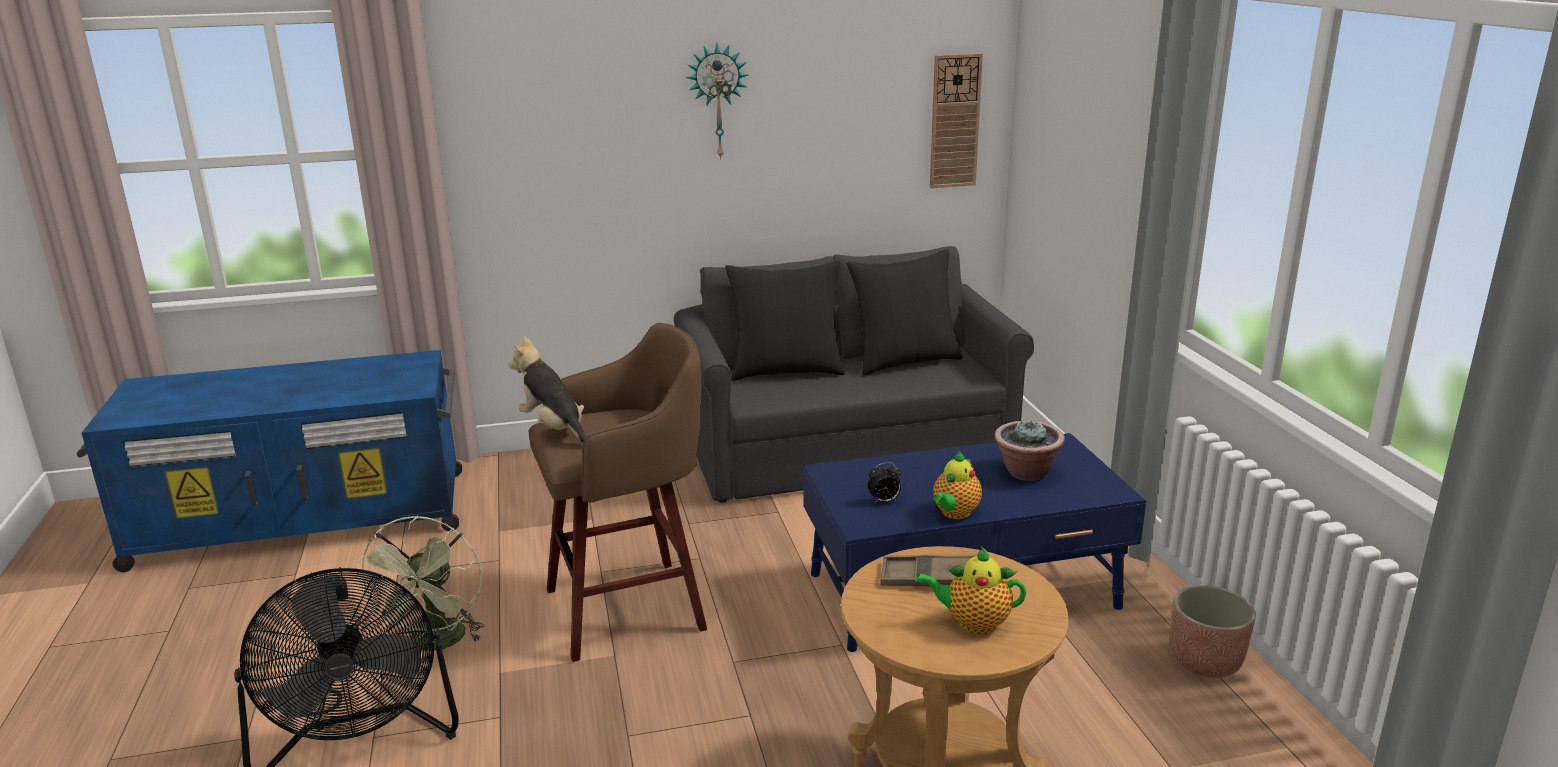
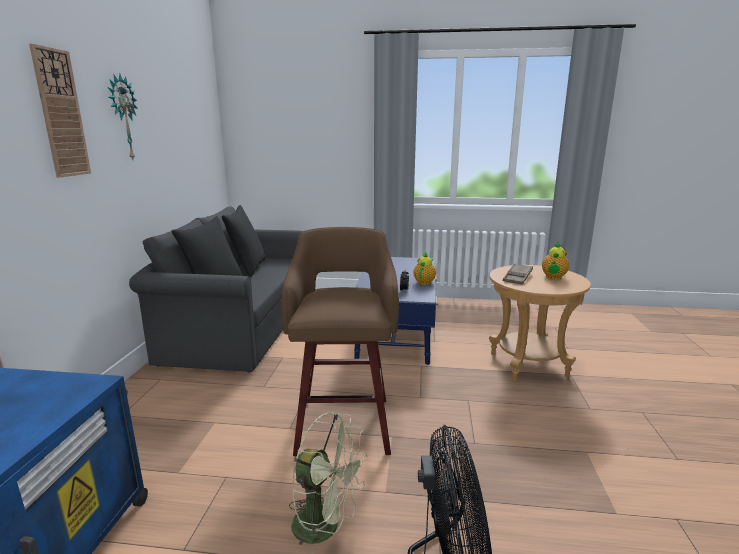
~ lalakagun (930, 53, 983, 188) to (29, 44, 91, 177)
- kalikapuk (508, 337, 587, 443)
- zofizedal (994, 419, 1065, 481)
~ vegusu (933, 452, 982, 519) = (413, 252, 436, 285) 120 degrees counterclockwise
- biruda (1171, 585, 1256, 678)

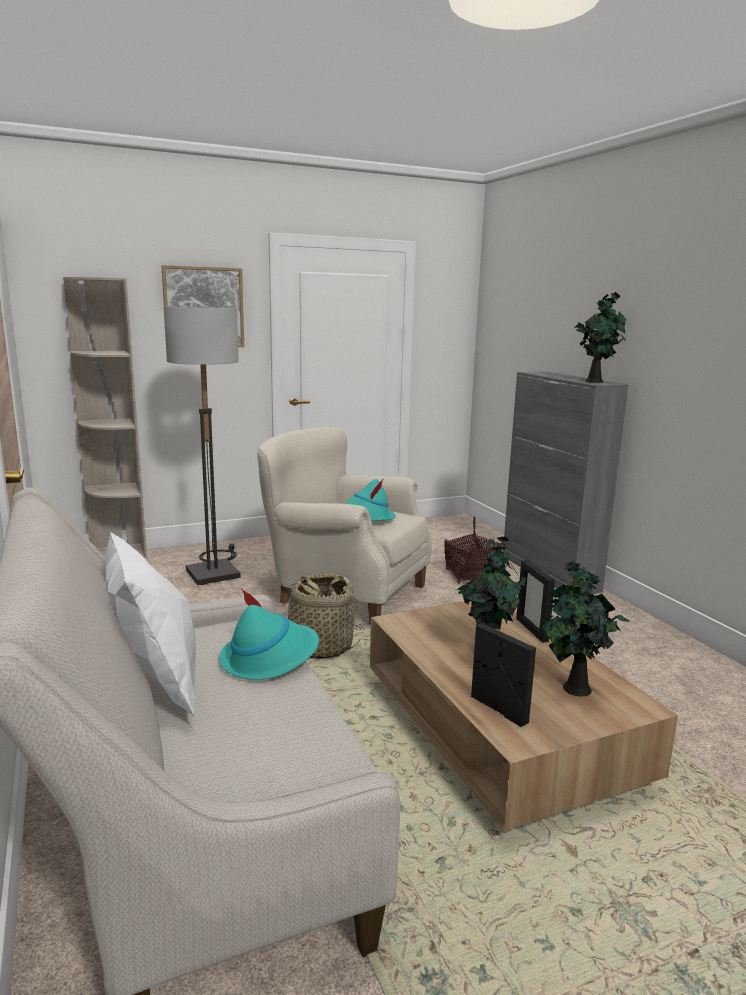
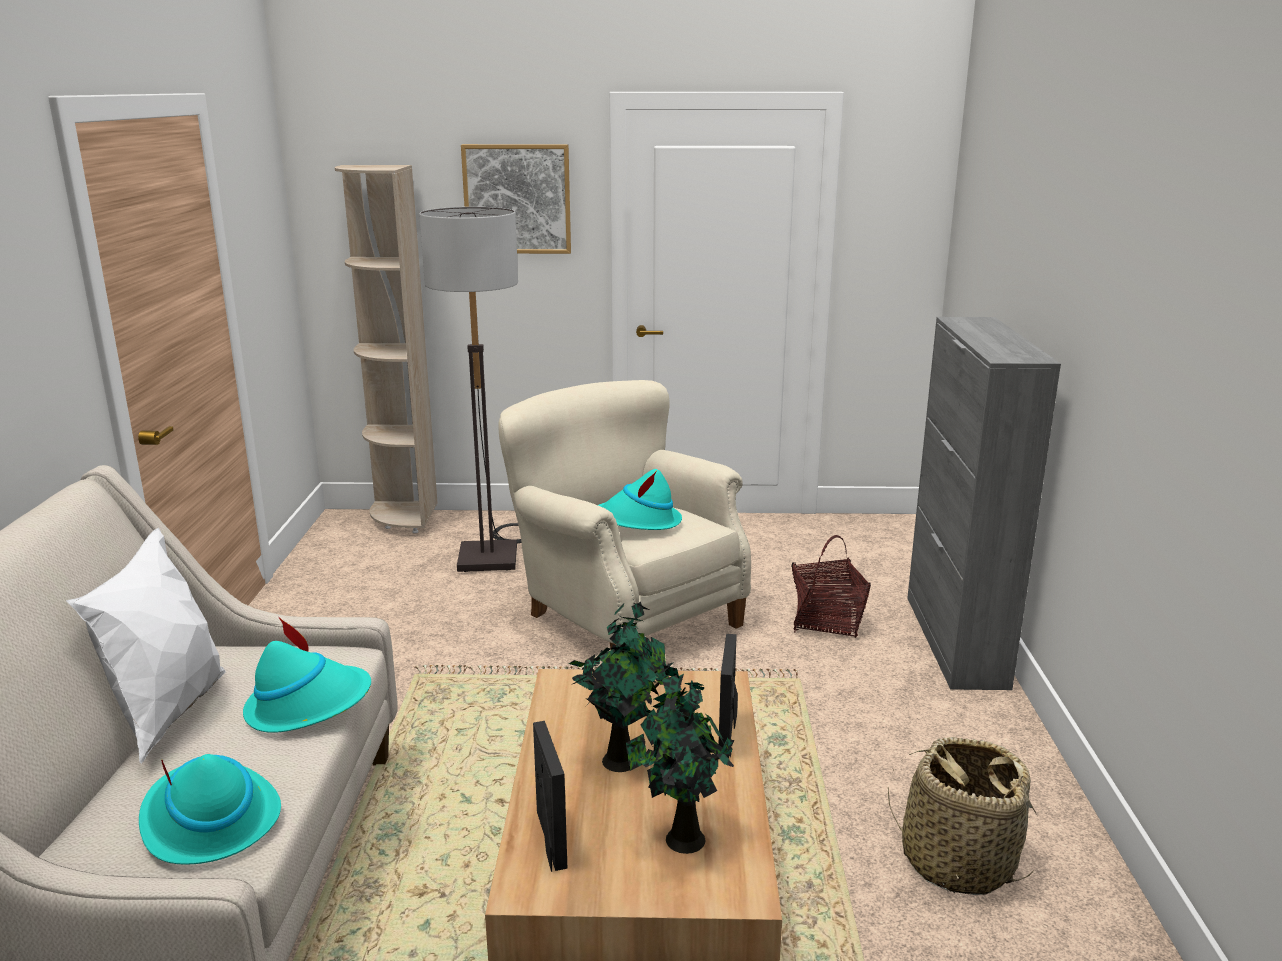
- zofizedal (575, 292, 626, 383)
~ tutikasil (277, 574, 361, 659) to (888, 737, 1037, 895)
+ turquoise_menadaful (139, 754, 281, 865)

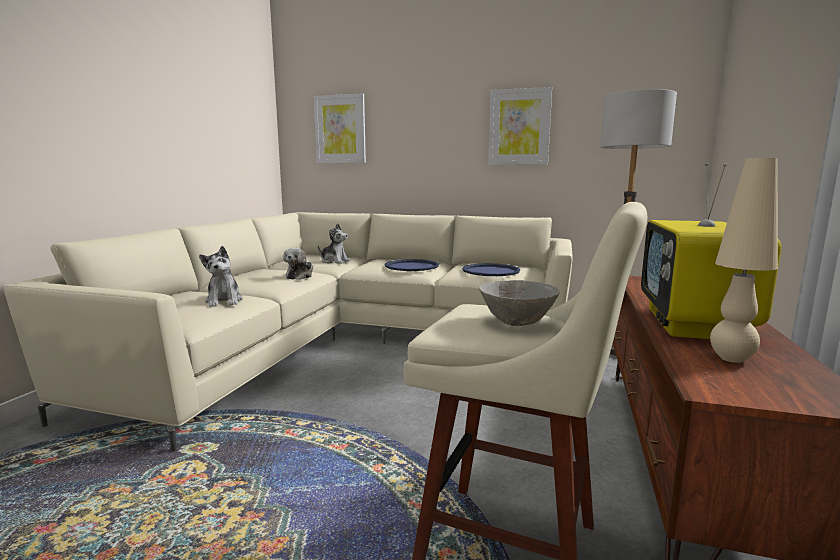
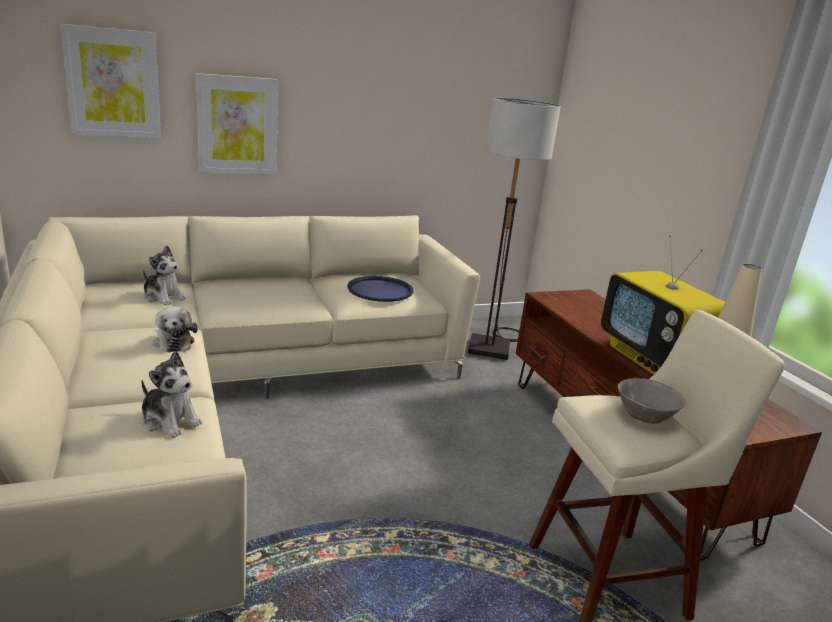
~ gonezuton (488, 87, 552, 165) to (196, 73, 278, 174)
~ kalikapuk (318, 223, 351, 264) = (143, 246, 186, 306) 45 degrees clockwise
- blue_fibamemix (385, 259, 439, 271)

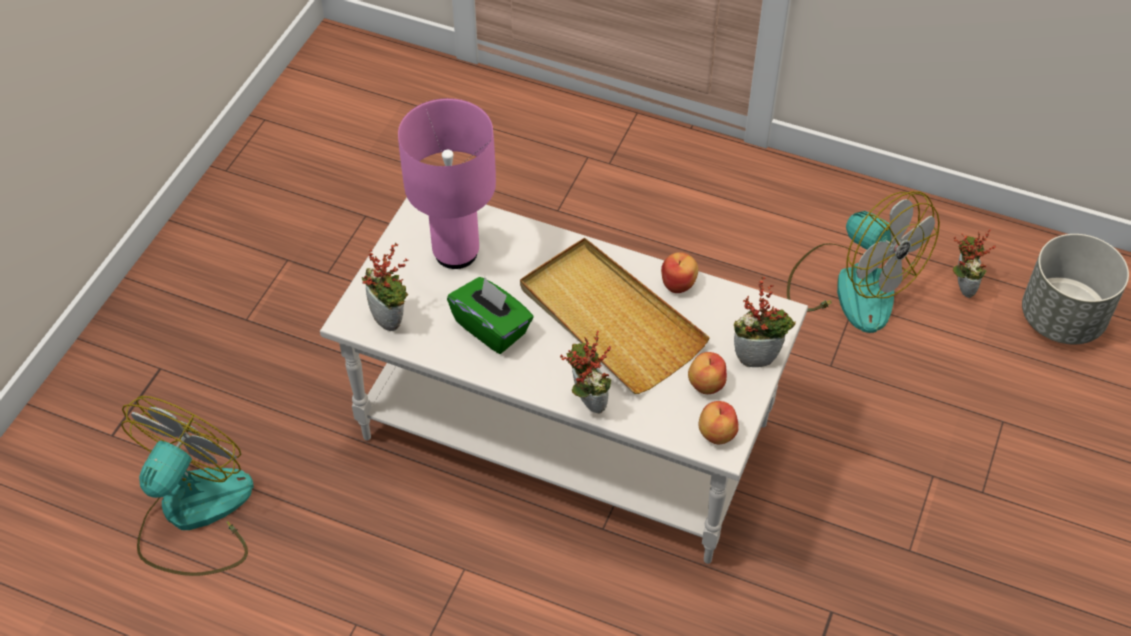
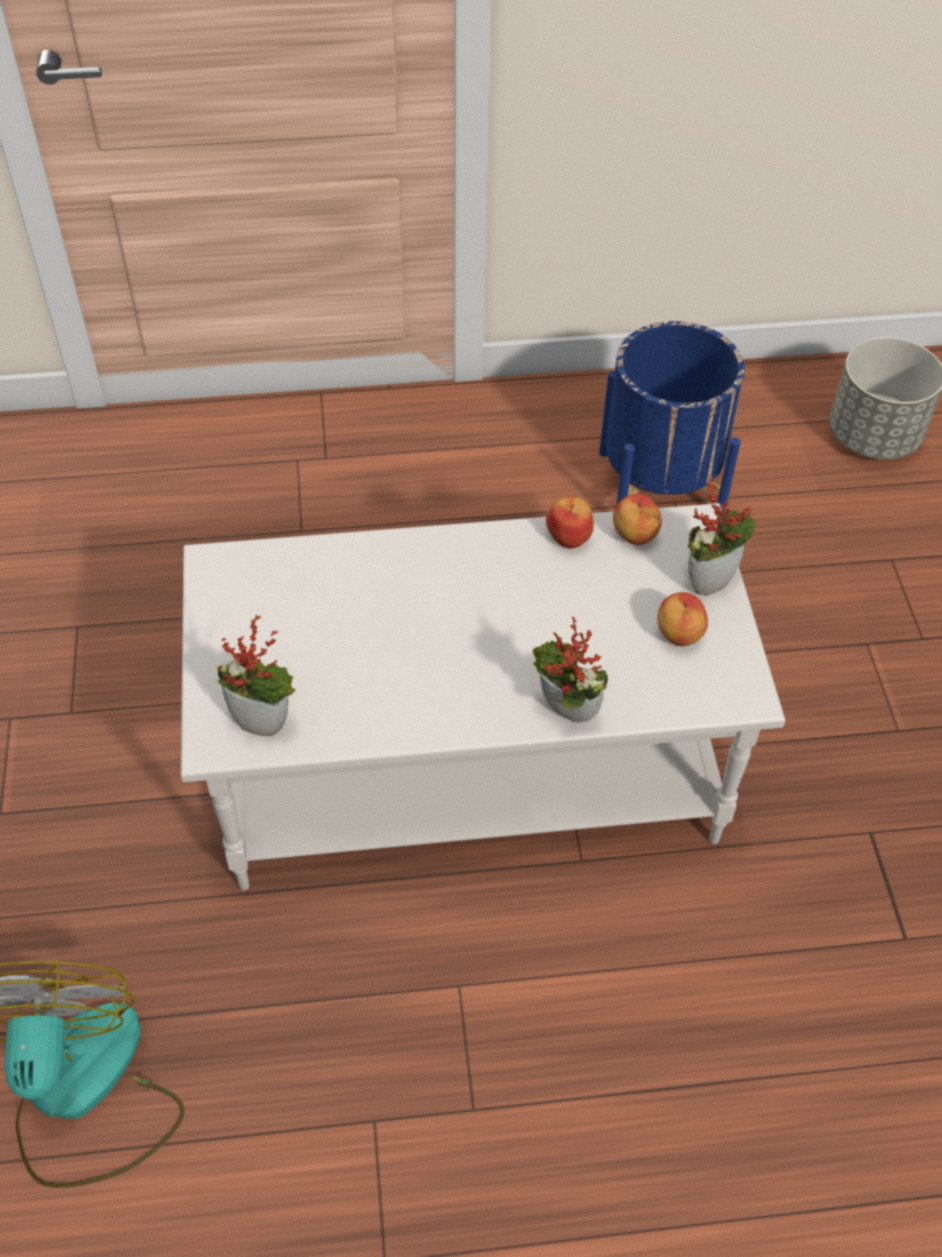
- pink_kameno (398, 98, 496, 269)
~ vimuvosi (787, 191, 940, 333) to blue_biruda (599, 321, 745, 512)
- zofizedal (953, 229, 996, 298)
- beige_fibamemix (520, 238, 710, 394)
- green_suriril (447, 277, 534, 354)
~ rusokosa (699, 401, 739, 444) to (613, 494, 662, 545)

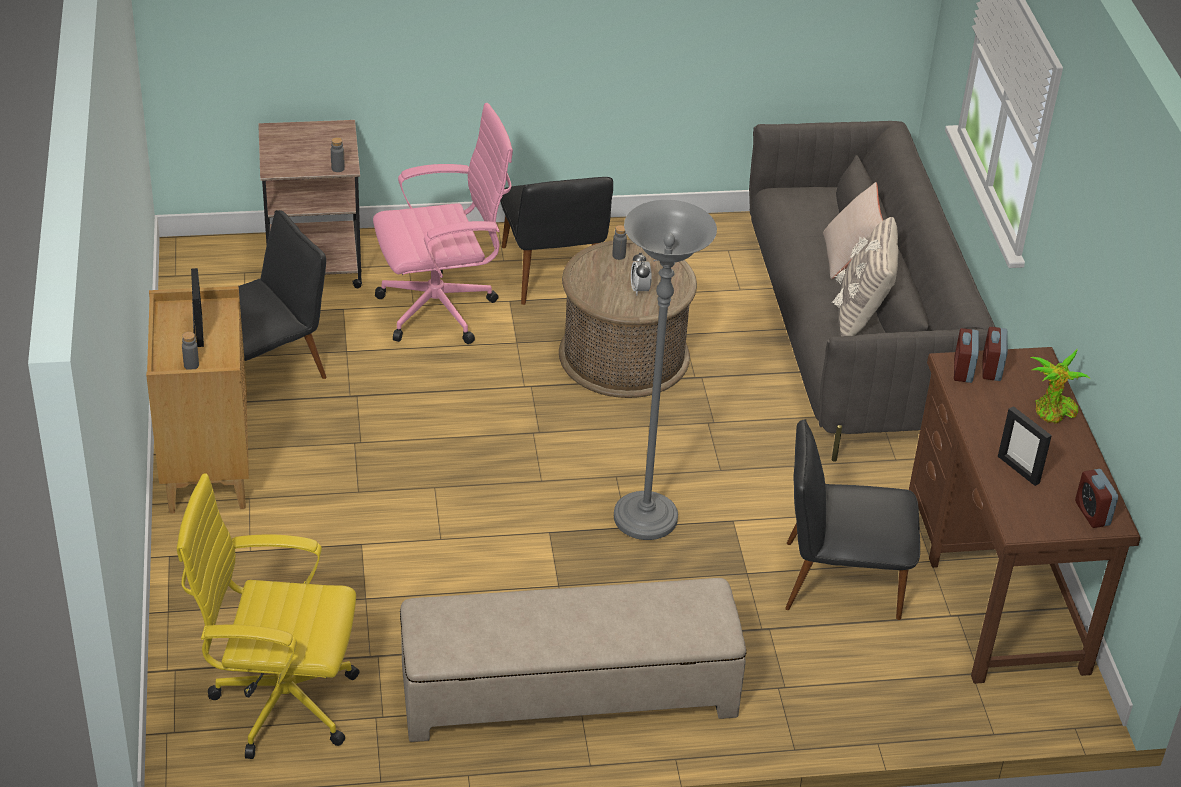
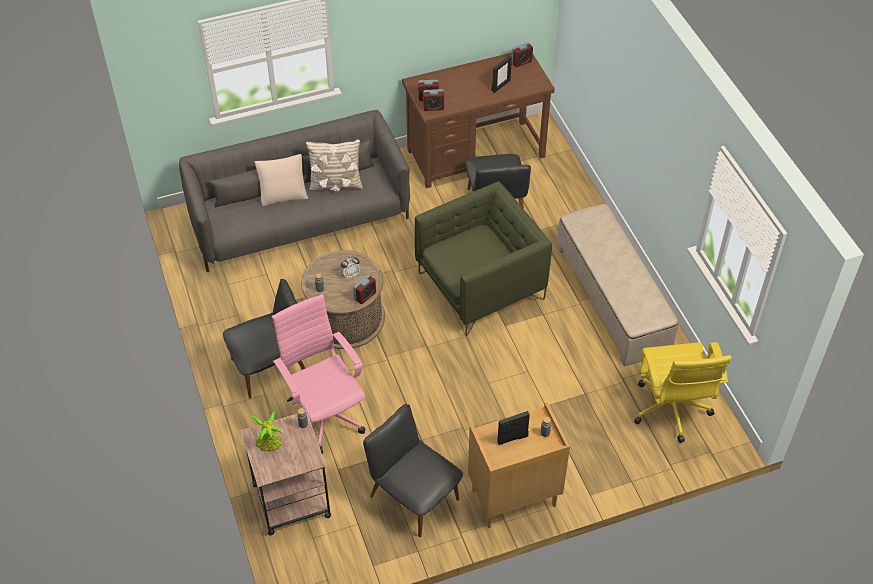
~ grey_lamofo (614, 200, 717, 540) to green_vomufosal (415, 181, 552, 336)
~ zofizedal (1030, 349, 1090, 424) to (250, 408, 282, 451)
+ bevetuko (353, 275, 376, 304)

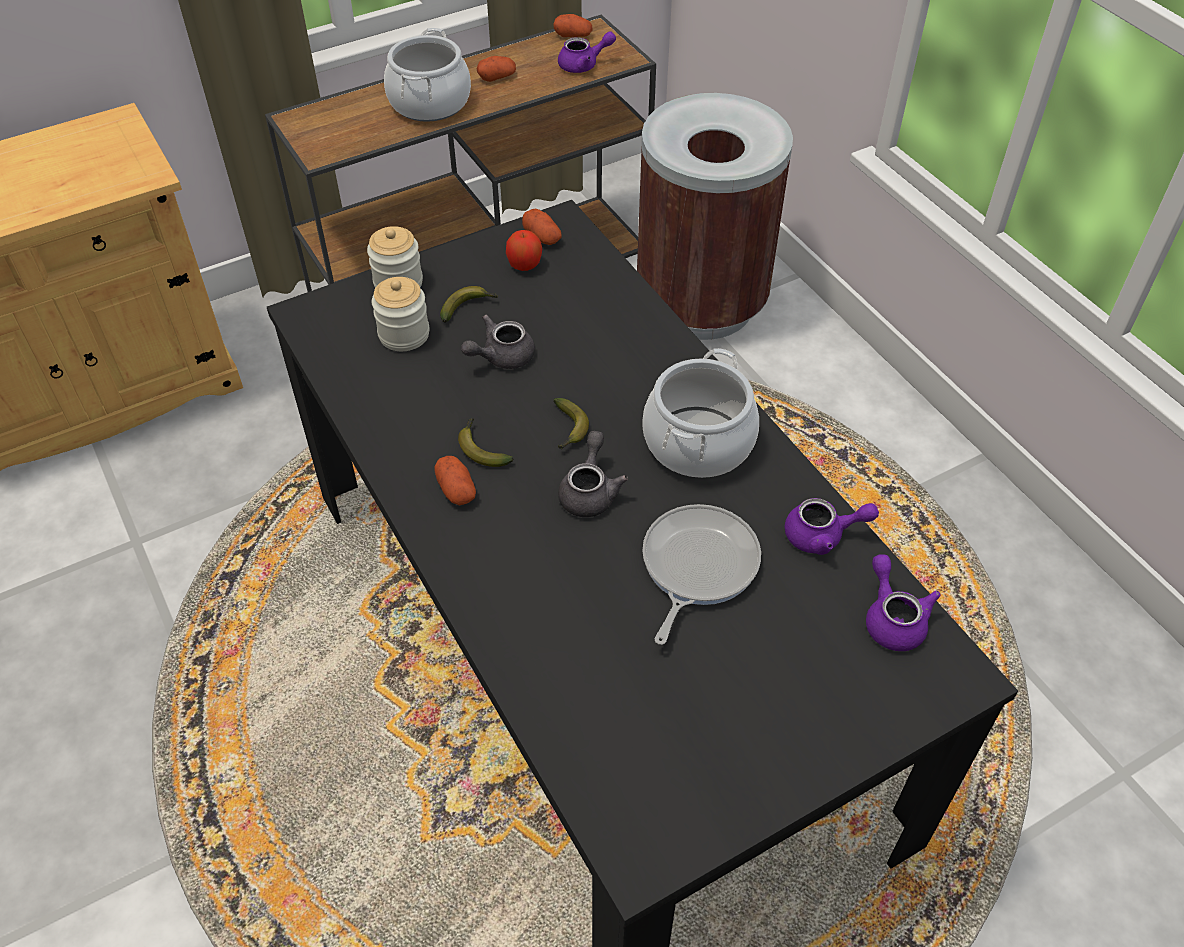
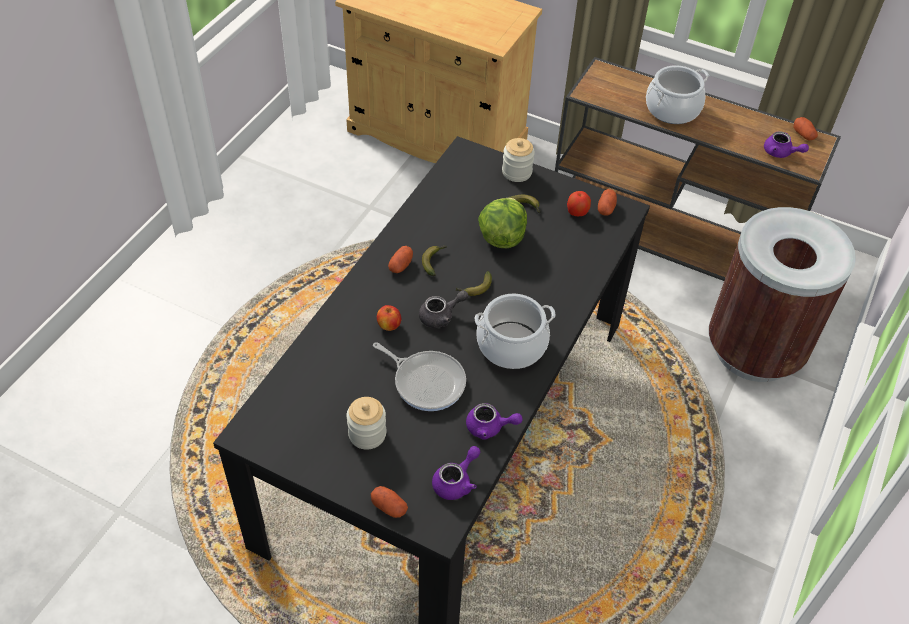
~ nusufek (477, 56, 516, 82) to (371, 486, 408, 518)
~ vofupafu (372, 277, 430, 351) to (346, 397, 386, 450)
~ grey_vegusu (461, 315, 535, 369) to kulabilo (478, 198, 527, 248)
~ purple_vegusu (785, 498, 879, 555) = (466, 403, 523, 440) 45 degrees counterclockwise
~ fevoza (642, 504, 761, 645) = (373, 342, 466, 411) 45 degrees clockwise
+ rusokosa (377, 305, 401, 331)

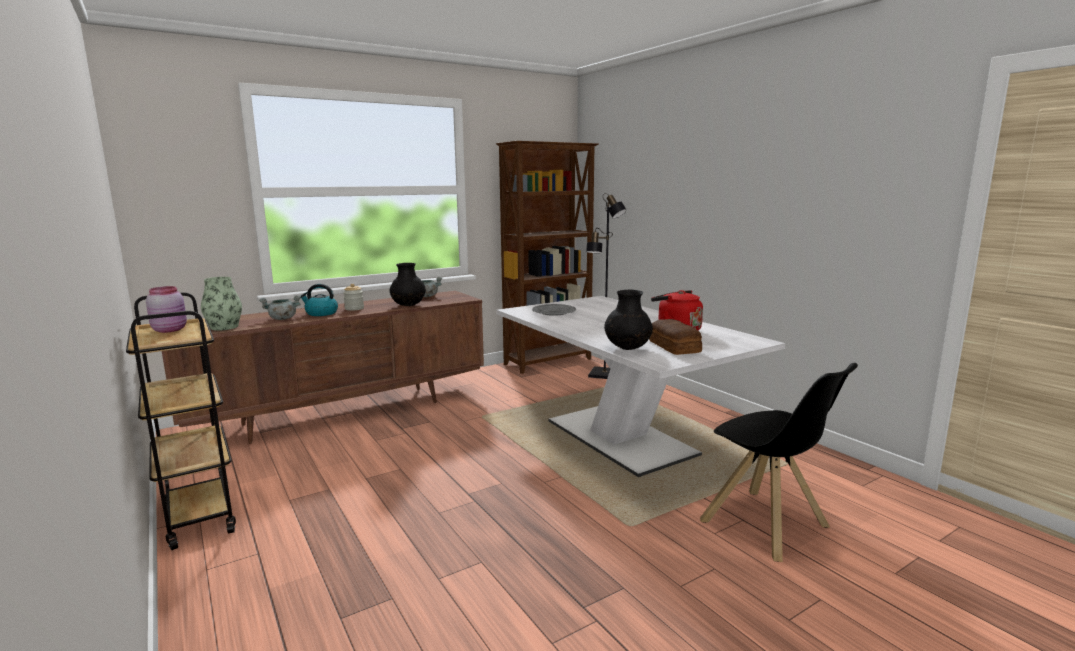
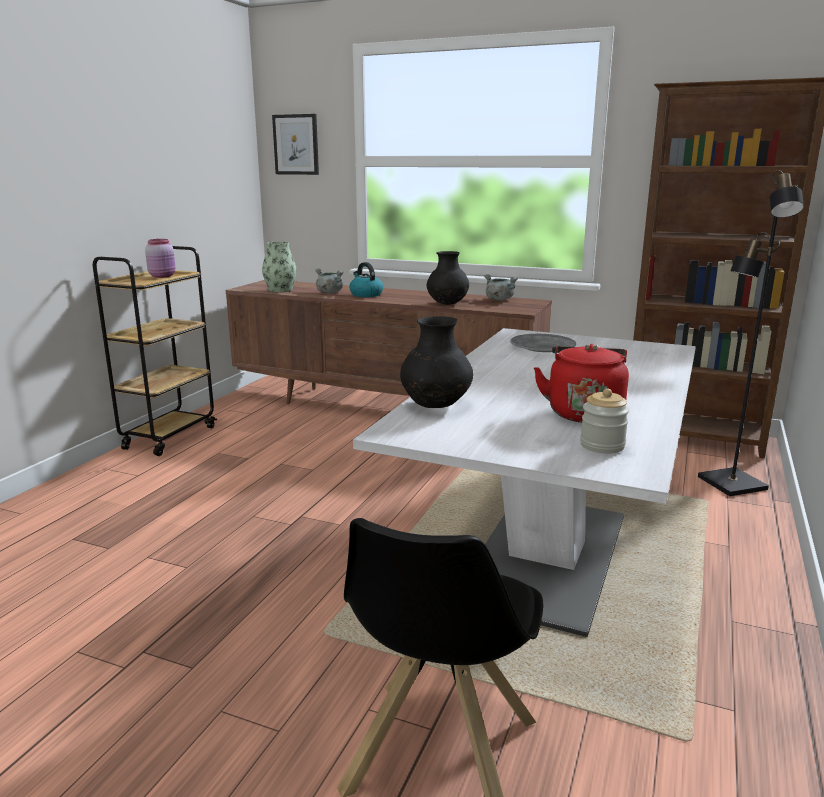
~ vofupafu (343, 284, 364, 311) to (580, 388, 629, 454)
- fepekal (649, 319, 702, 355)
+ gonezuton (272, 114, 319, 175)

